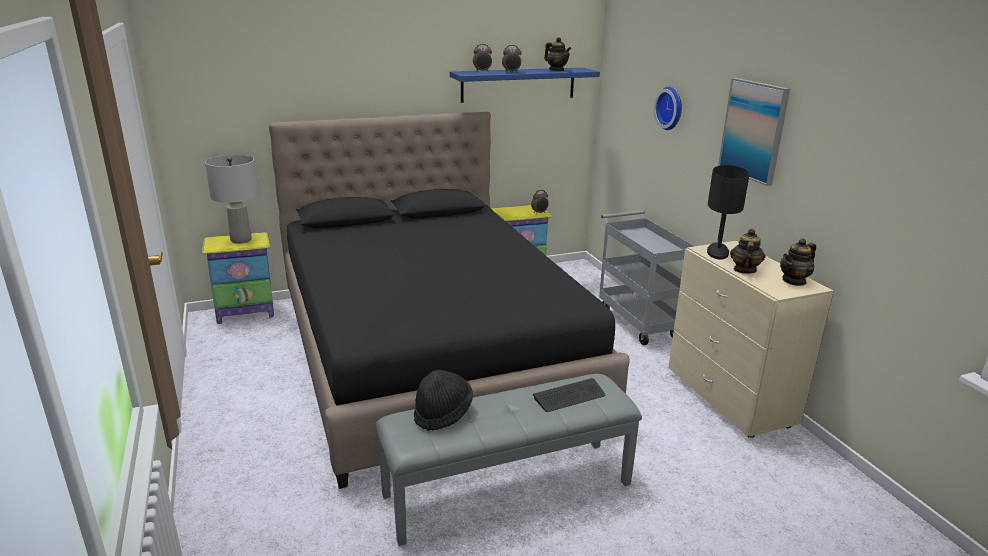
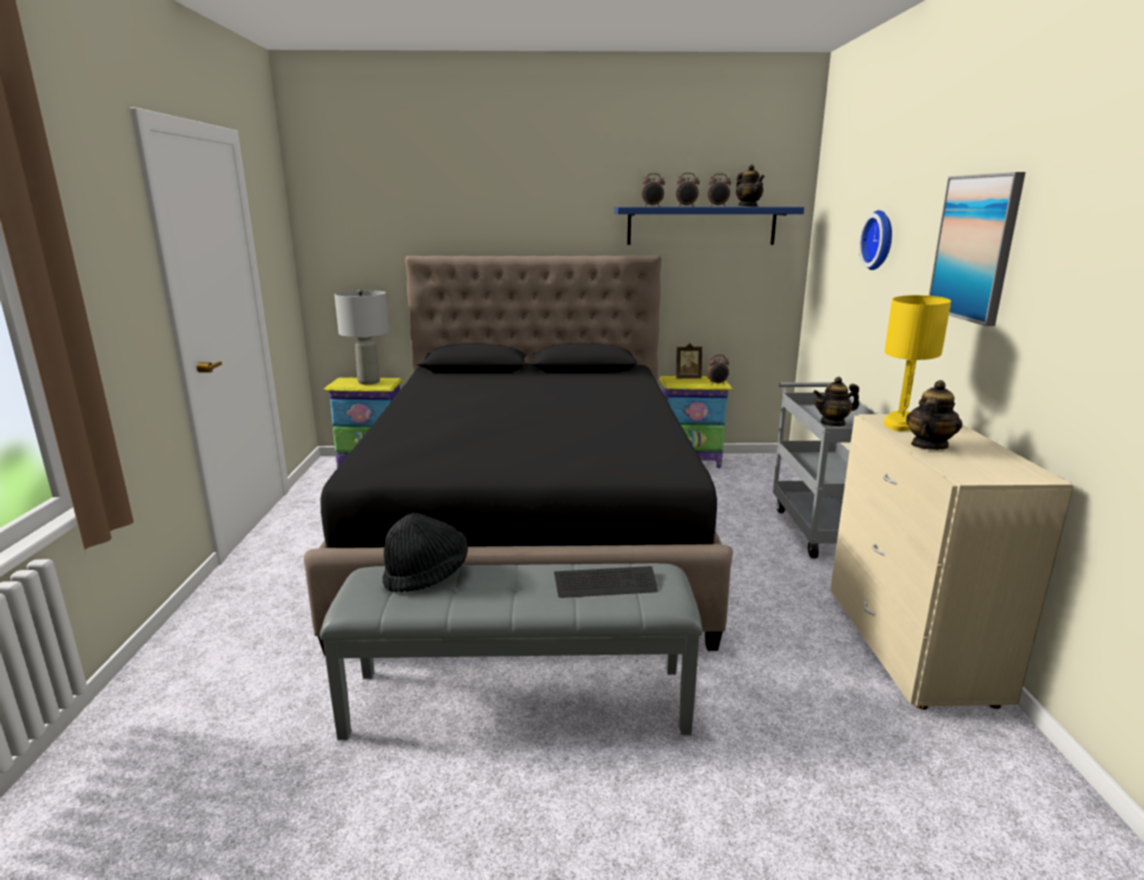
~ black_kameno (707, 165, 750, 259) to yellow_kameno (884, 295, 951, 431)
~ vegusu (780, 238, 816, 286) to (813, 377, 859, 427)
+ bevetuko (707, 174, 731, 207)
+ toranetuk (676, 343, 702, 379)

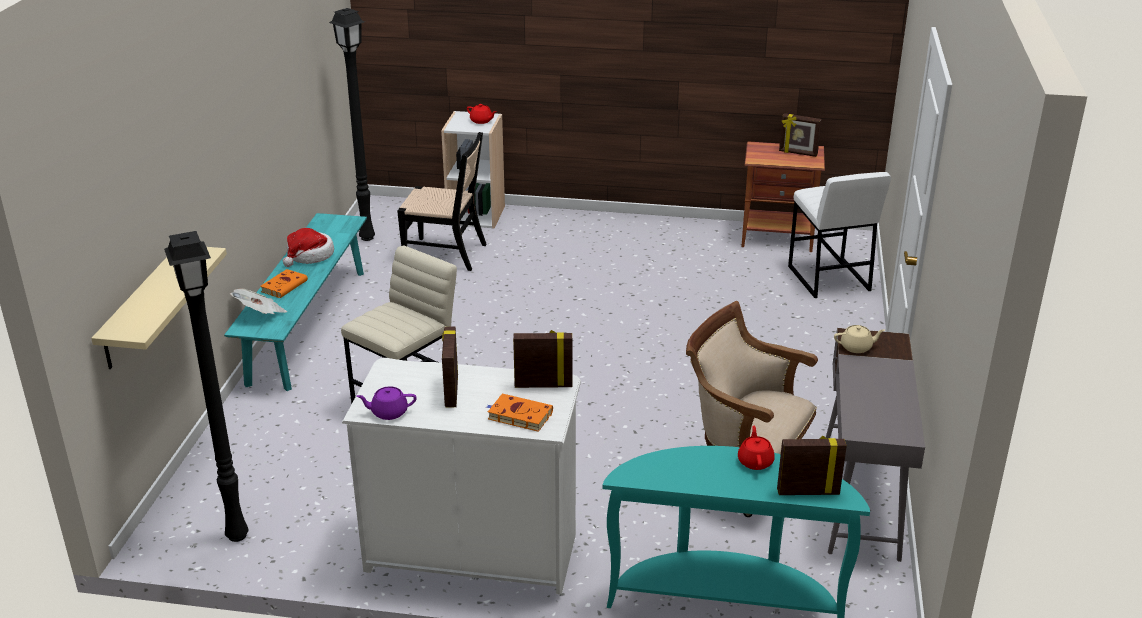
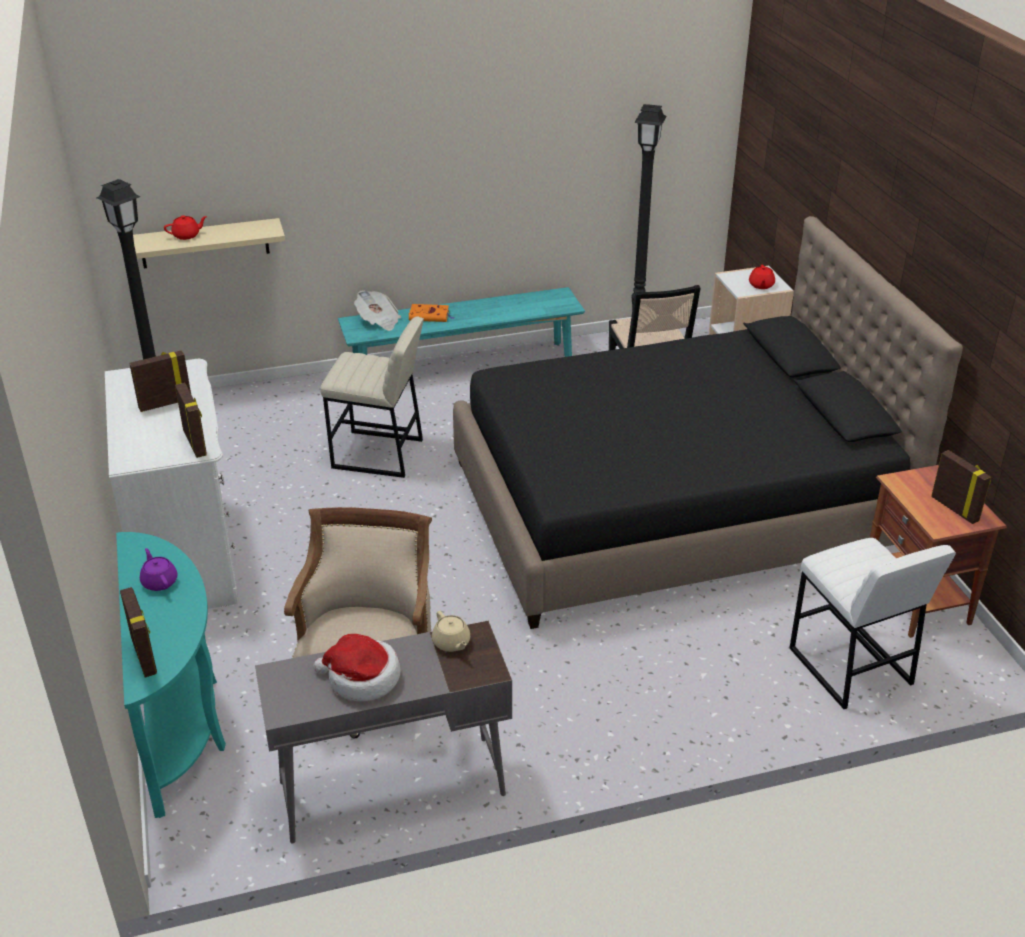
~ toranetuk (779, 113, 822, 157) = (931, 450, 991, 524) 150 degrees clockwise
~ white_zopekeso (788, 172, 891, 298) = (789, 538, 956, 709) 75 degrees counterclockwise
~ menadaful (283, 228, 334, 267) to (313, 634, 401, 702)
~ purple_vegusu (356, 386, 417, 420) to (140, 548, 178, 591)
- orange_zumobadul (486, 393, 553, 432)
~ red_vegusu (738, 426, 775, 470) to (164, 215, 207, 240)
+ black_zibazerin (453, 216, 963, 629)

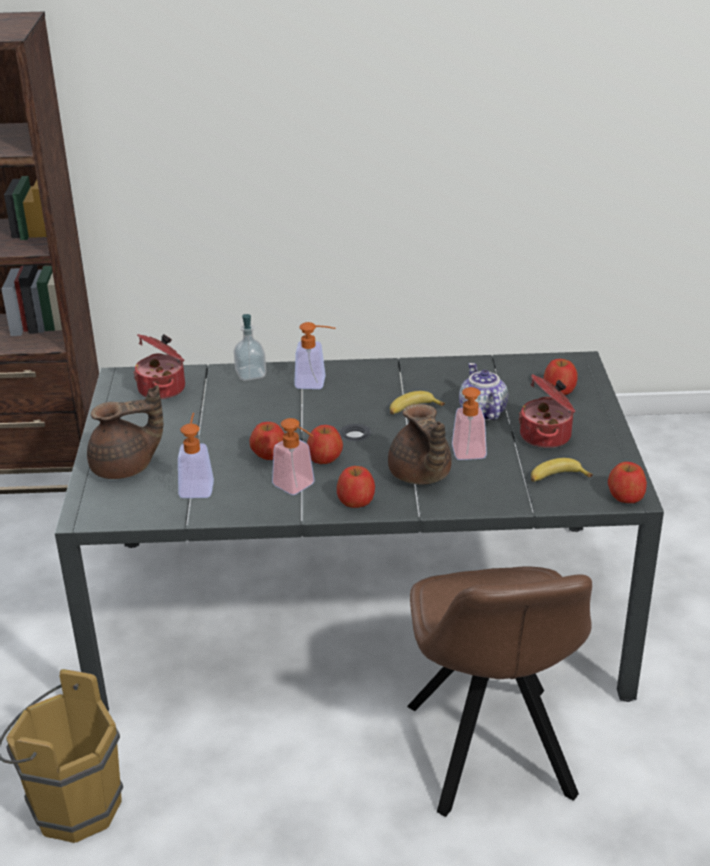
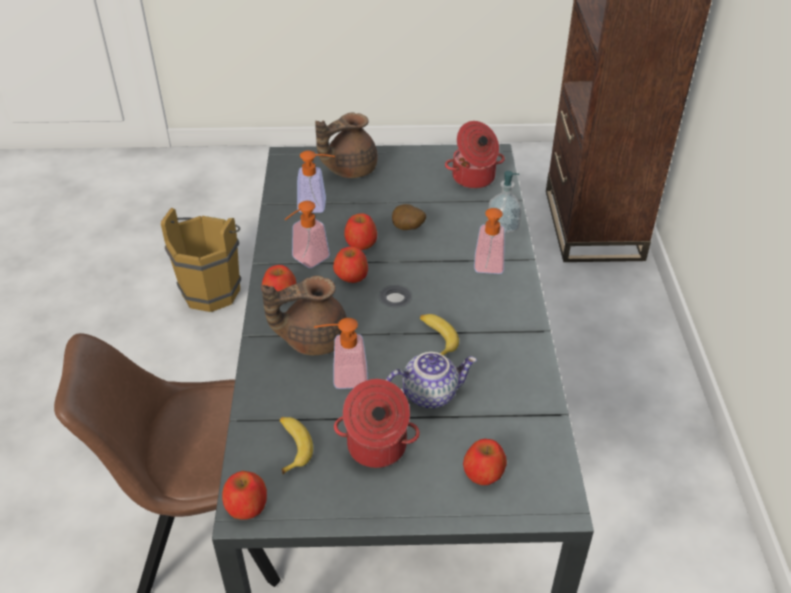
~ brown_vegusu (87, 385, 163, 479) = (315, 113, 378, 178) 75 degrees clockwise
+ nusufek (392, 204, 426, 230)

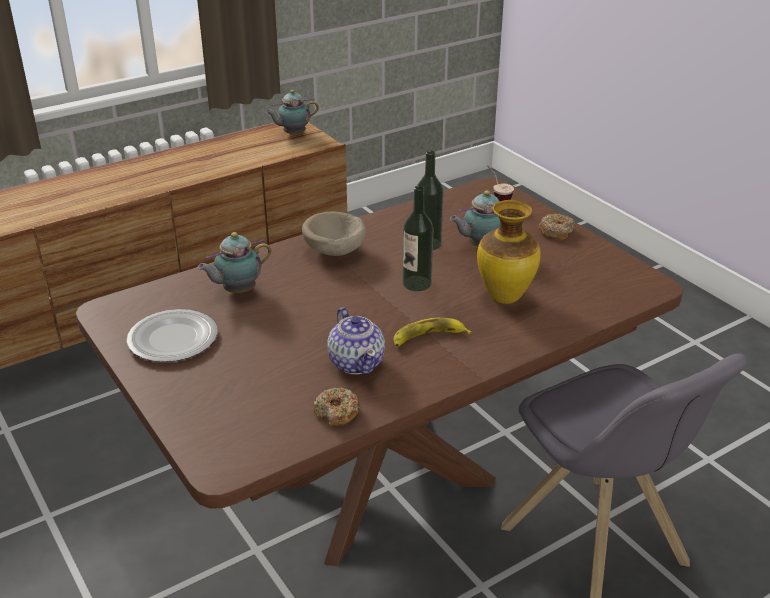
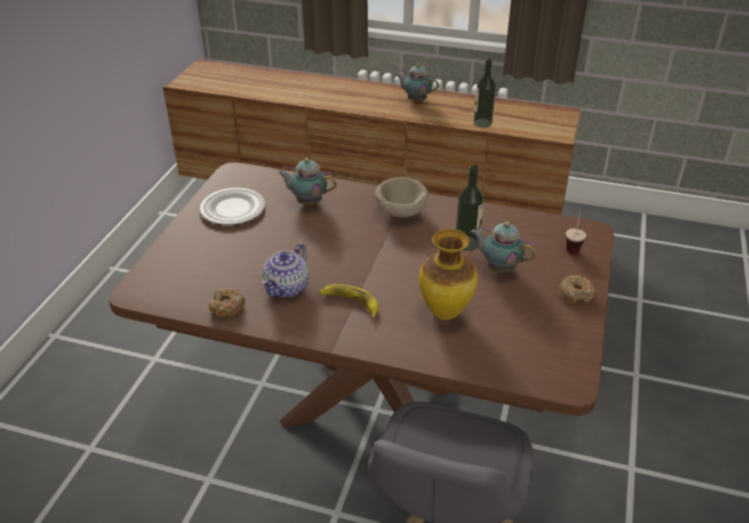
~ vegusu (266, 90, 319, 135) to (395, 63, 439, 102)
~ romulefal (403, 186, 434, 291) to (474, 58, 496, 128)

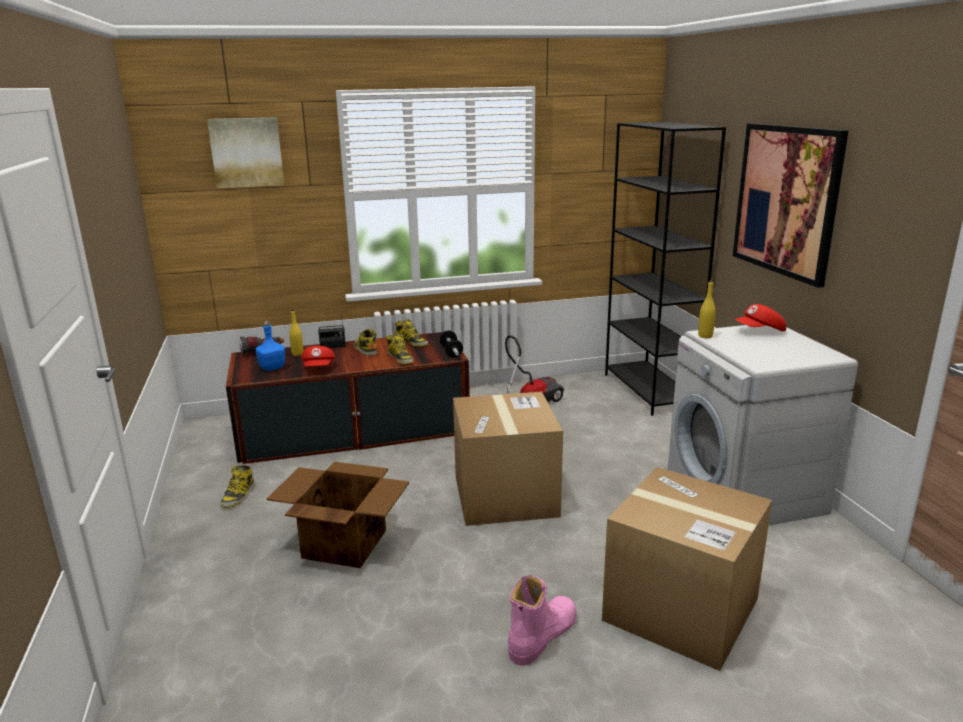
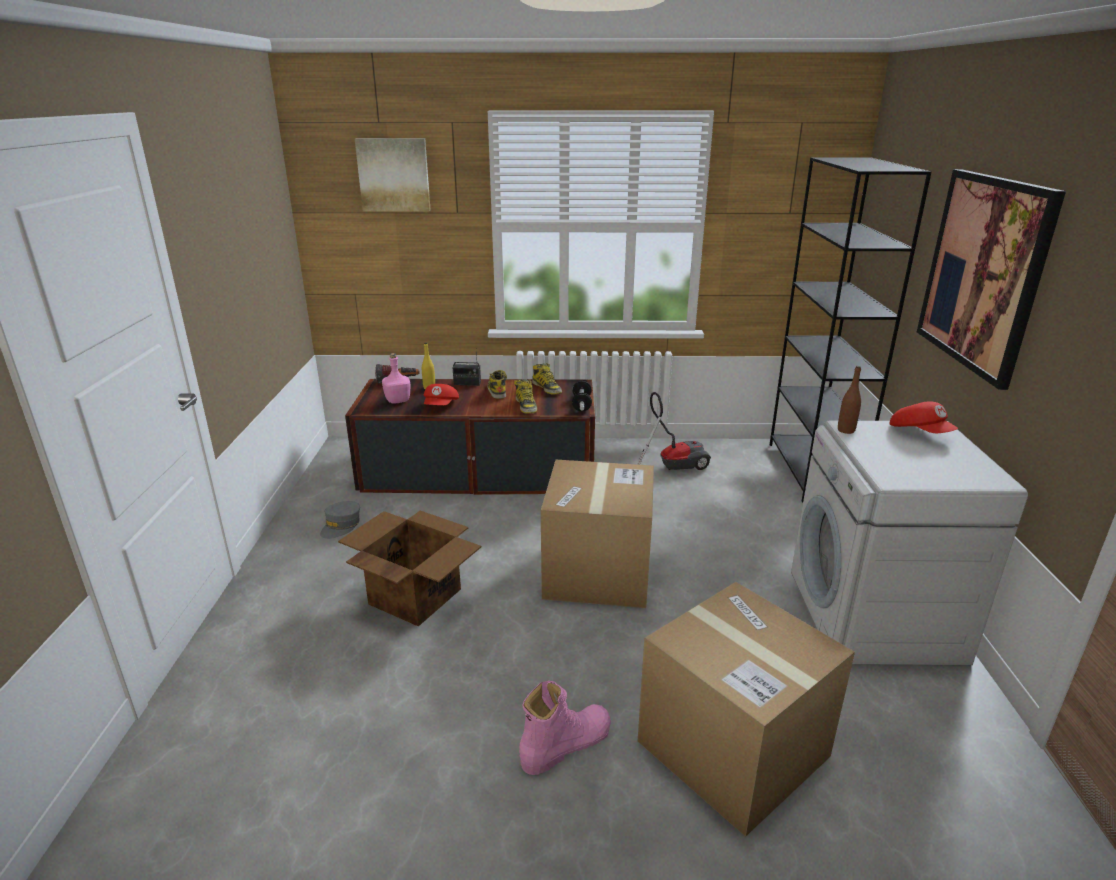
~ yellow_romulefal (698, 281, 716, 338) to brown_romulefal (838, 366, 861, 434)
~ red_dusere (735, 304, 787, 331) = (889, 401, 958, 433) 120 degrees counterclockwise
~ blue_romulefal (255, 321, 285, 371) to pink_romulefal (382, 353, 410, 403)
~ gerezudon (220, 465, 255, 508) to grey_dusere (320, 501, 360, 539)

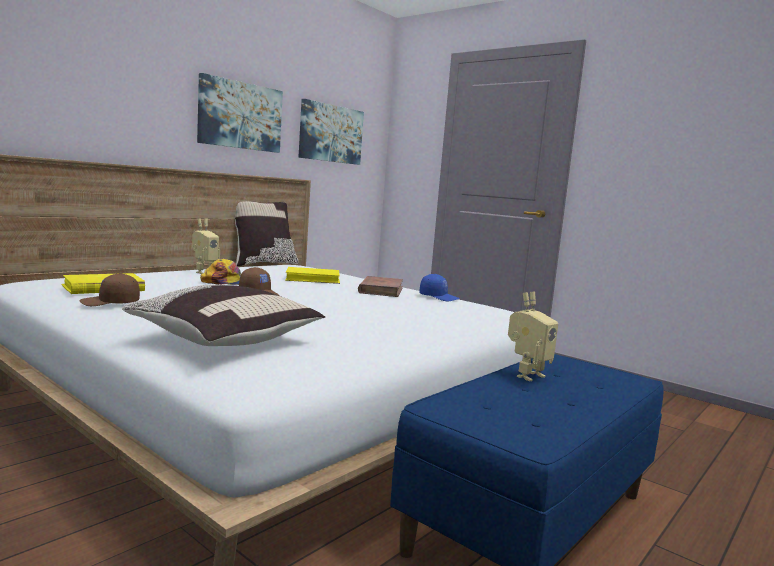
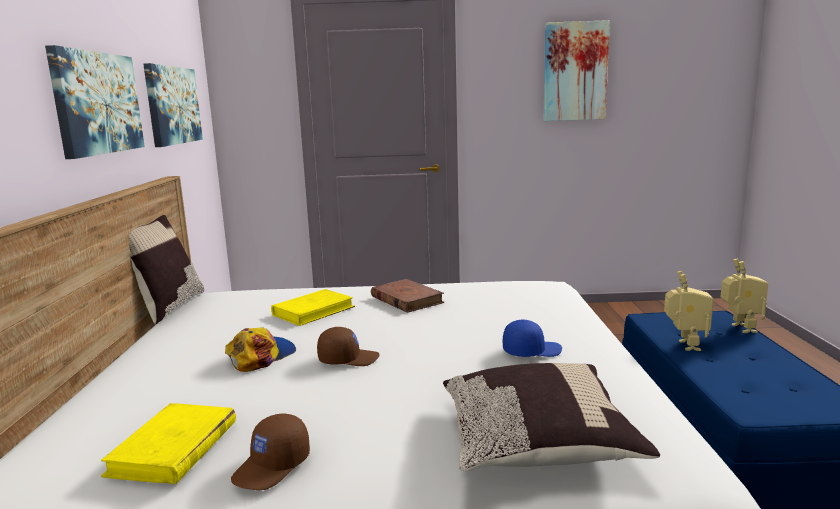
~ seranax (192, 218, 220, 274) to (721, 259, 769, 333)
~ blue_dusere (420, 274, 460, 301) to (503, 320, 562, 357)
+ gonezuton (543, 20, 610, 121)

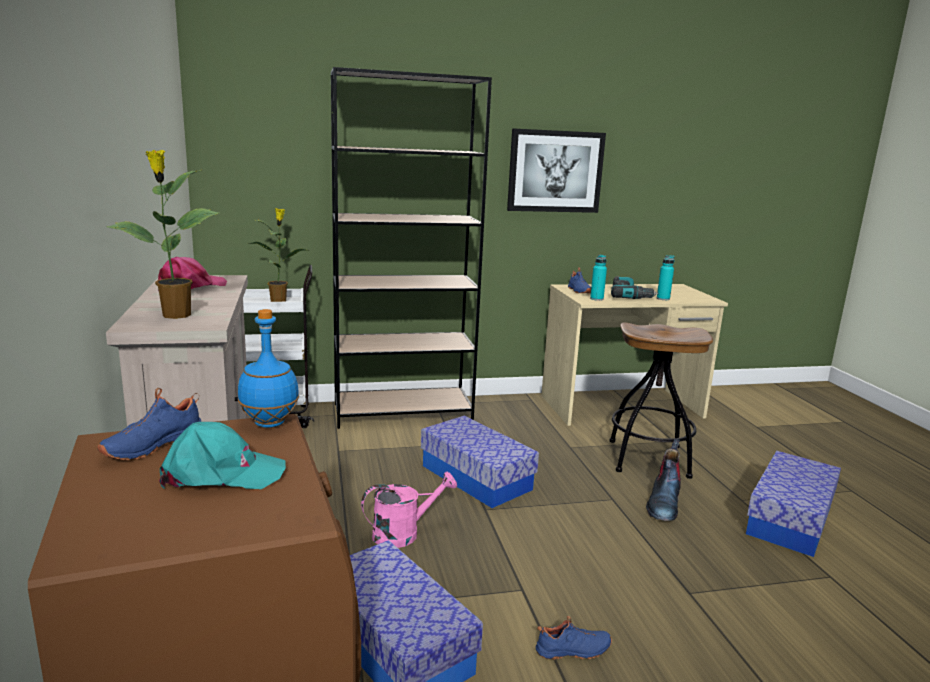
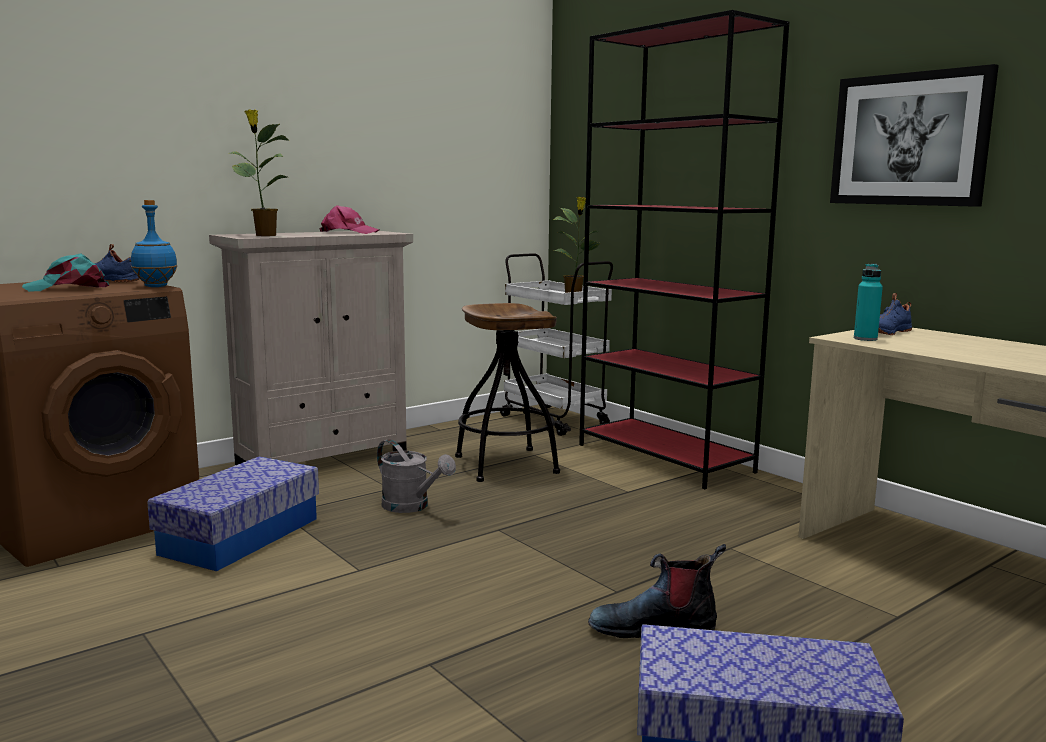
~ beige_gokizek (331, 67, 492, 429) to red_gokizek (579, 10, 789, 489)
- turquoise_romulefal (657, 255, 675, 300)
- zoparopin (611, 276, 659, 299)
~ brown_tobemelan (609, 322, 713, 479) to (455, 303, 560, 482)
- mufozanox (421, 416, 539, 508)
~ turquoise_dusere (159, 422, 286, 489) = (22, 253, 109, 292) 105 degrees clockwise
~ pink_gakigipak (361, 472, 457, 548) to grey_gakigipak (377, 439, 456, 513)
- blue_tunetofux (536, 616, 612, 660)

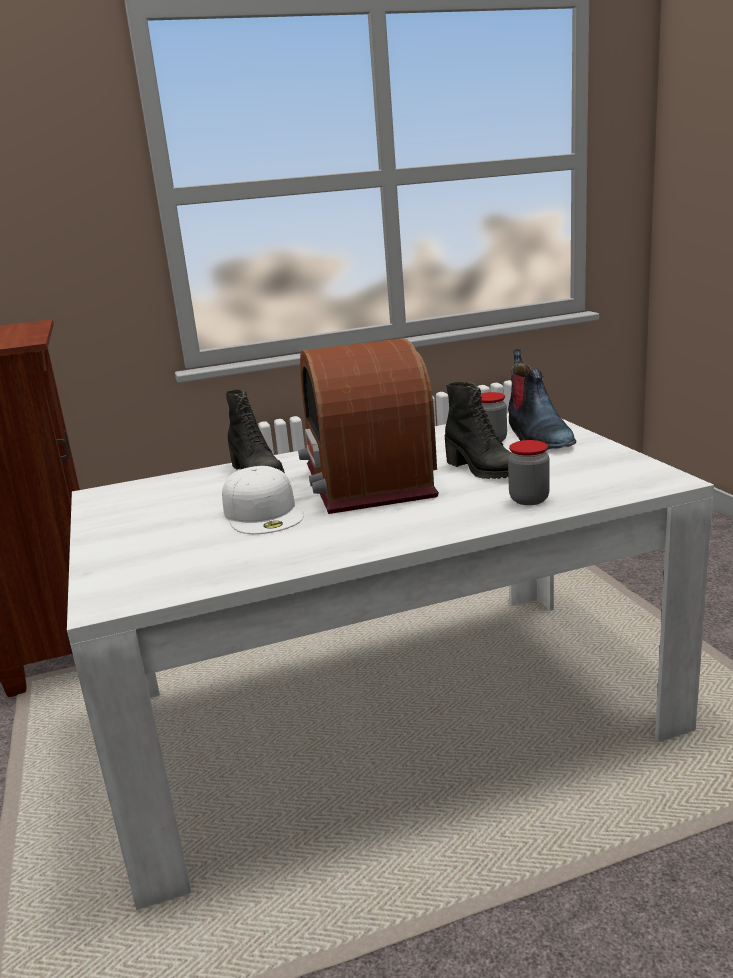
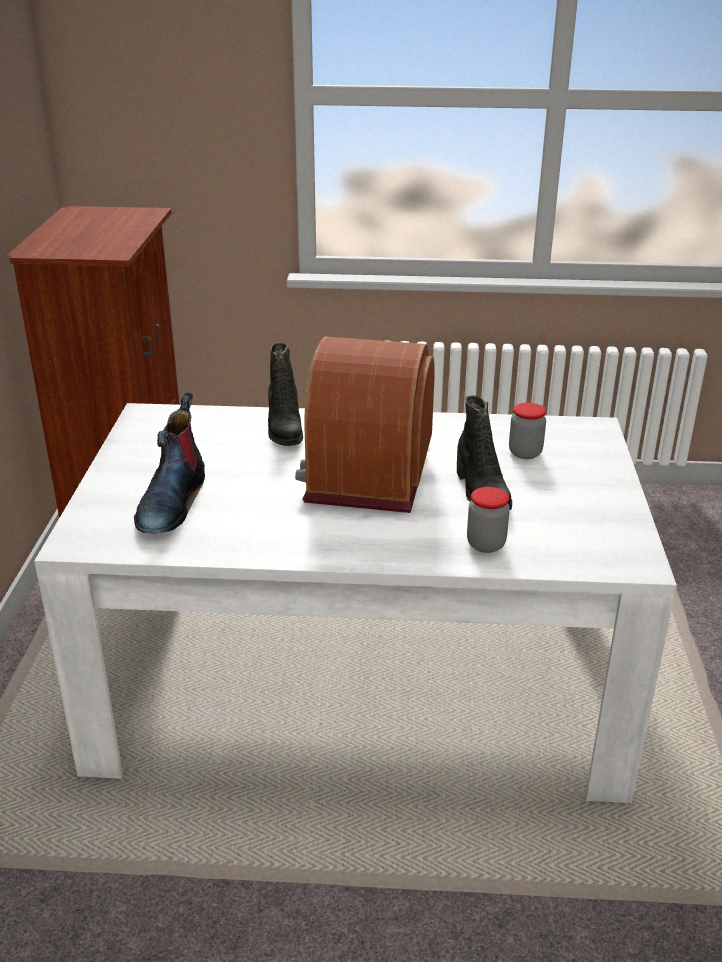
~ gerezudon (508, 349, 576, 450) to (134, 392, 205, 534)
- white_dusere (222, 466, 304, 534)

